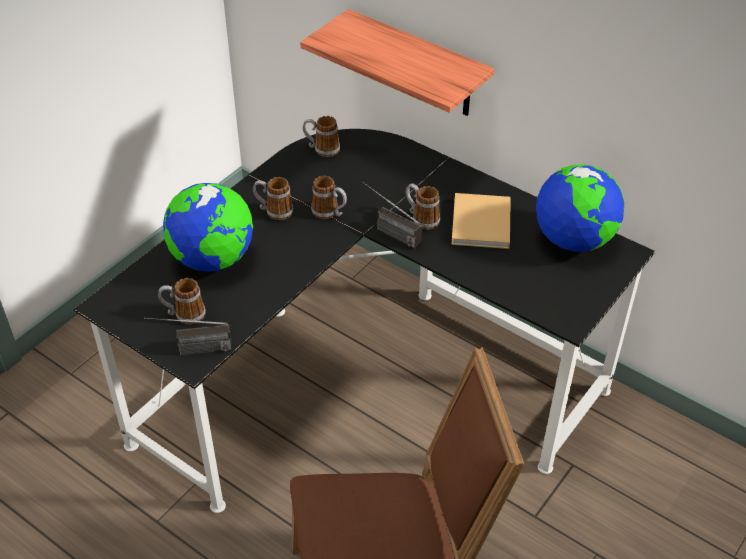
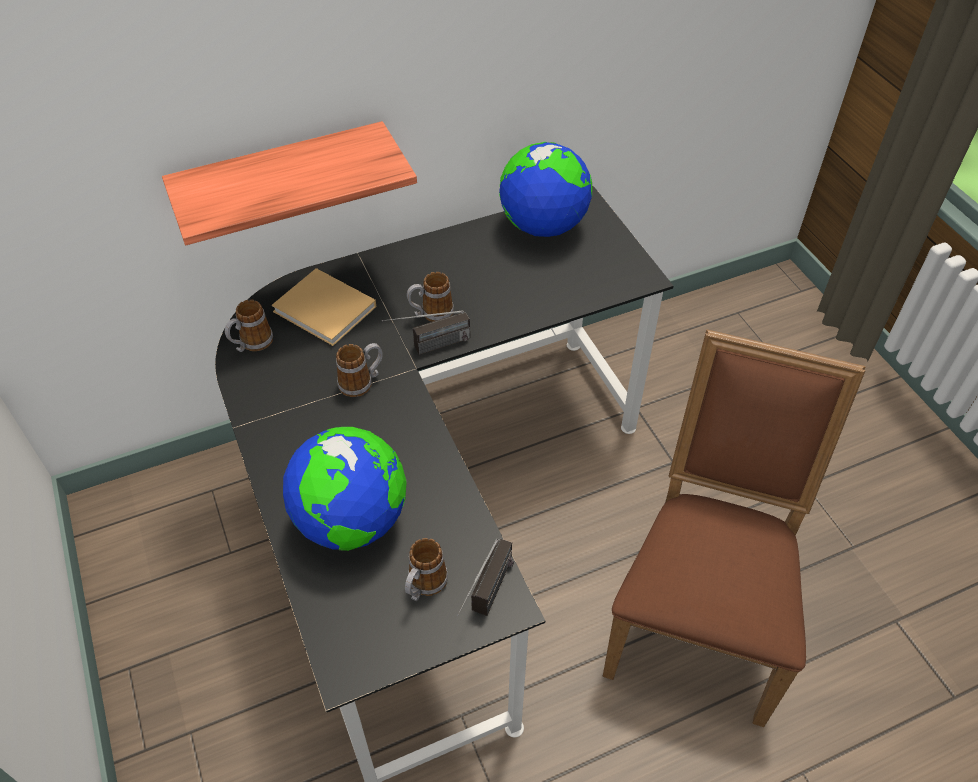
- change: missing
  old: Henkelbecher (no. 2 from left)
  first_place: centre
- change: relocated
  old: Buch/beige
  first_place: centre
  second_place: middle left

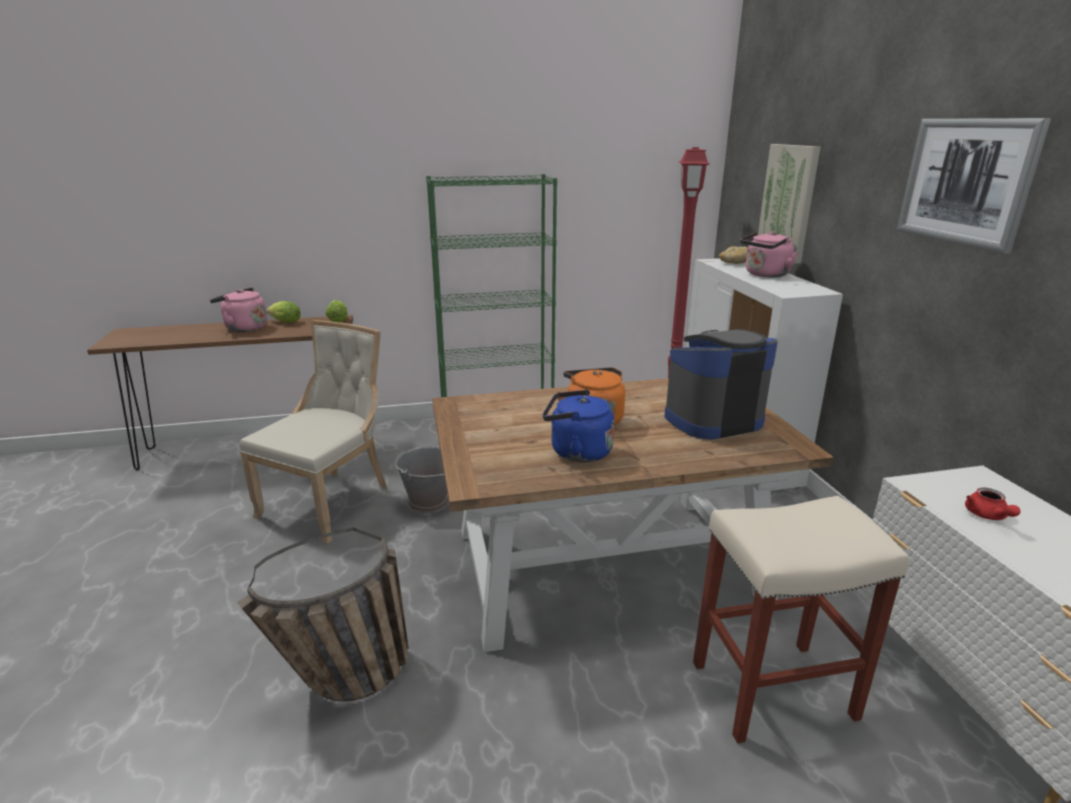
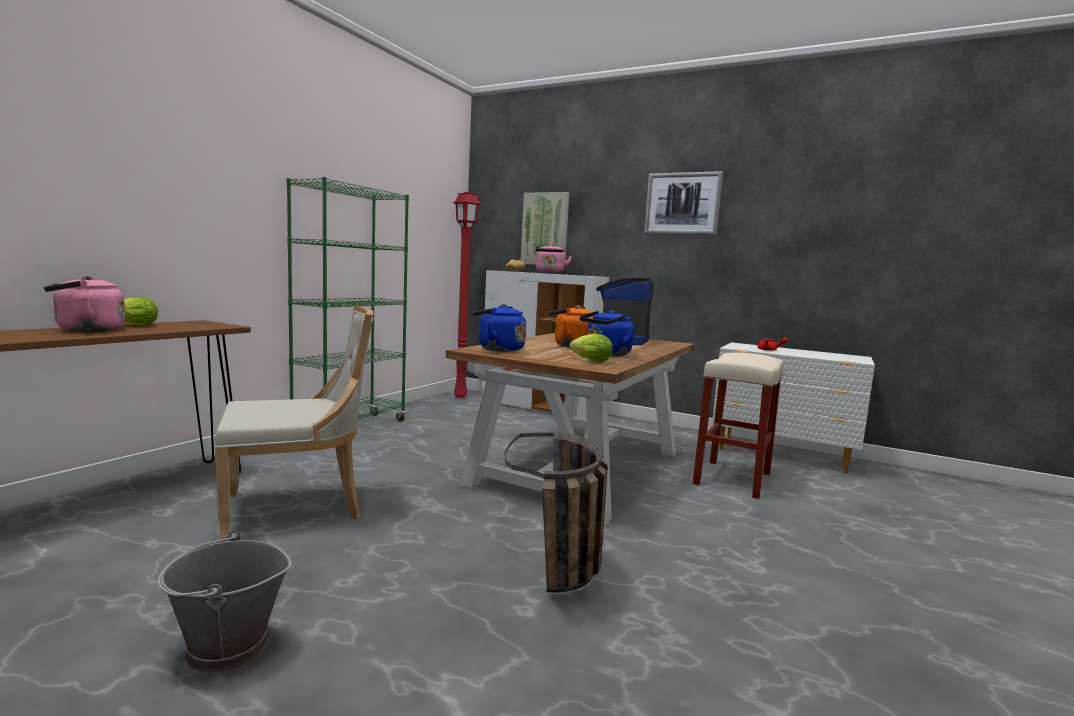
- change: appeared
  new: Wasserkessel/blau (no. 1 from left)
  second_place: centre
- change: relocated
  old: Salatkopf (no. 2 from left)
  first_place: middle left
  second_place: centre
- change: relocated
  old: Eimer/grau
  first_place: centre
  second_place: bottom left
- change: spun
  old: Stuhl/beige
  first_place: middle left
  second_place: middle left
  degrees: 90

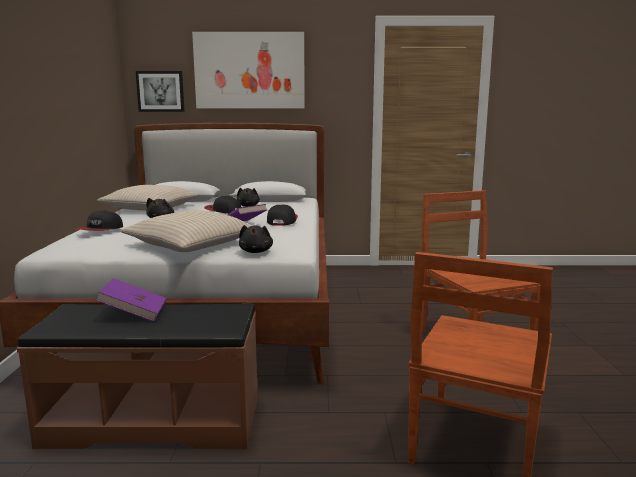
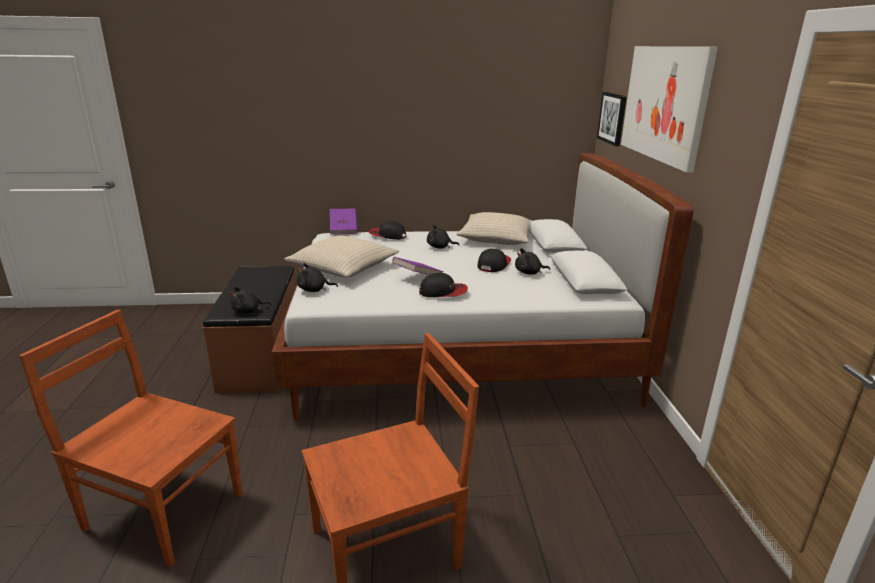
- change: appeared
  new: Plüschtier/schwarz (no. 1 from left)
  second_place: middle left
- change: relocated
  old: Buch/lila (no. 1 from left)
  first_place: middle left
  second_place: centre

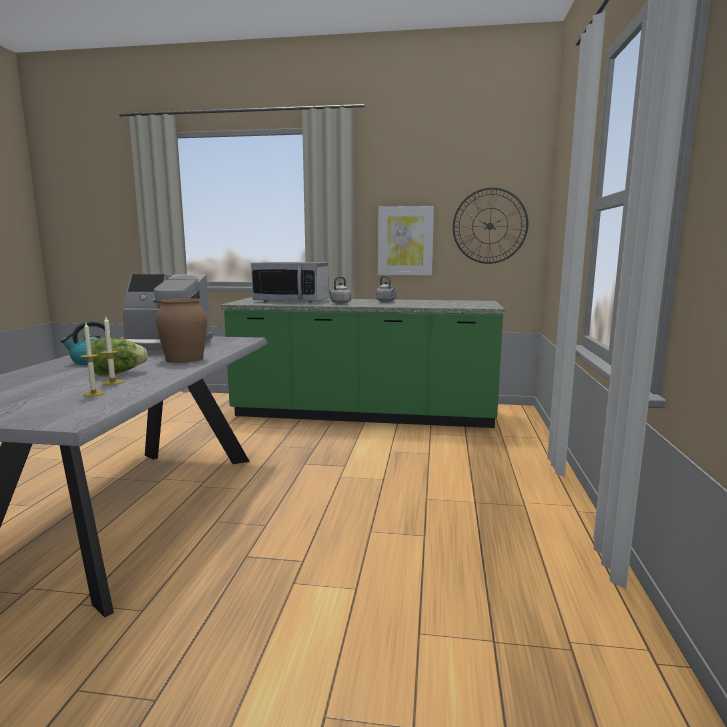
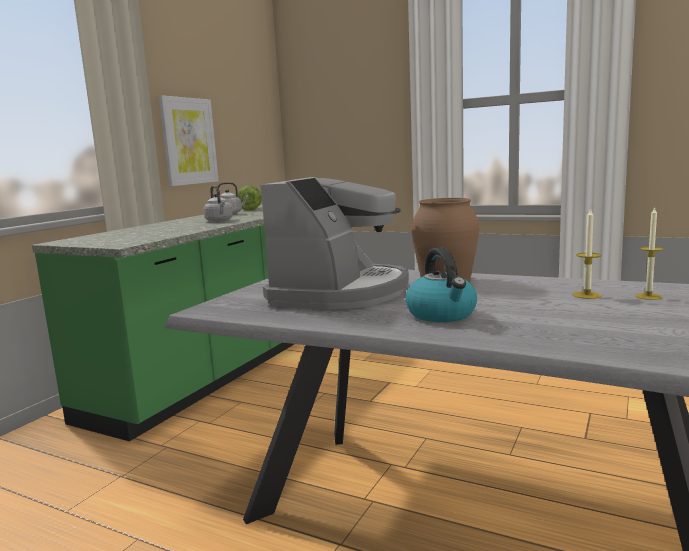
- change: missing
  old: Mikrowelle
  first_place: centre
- change: missing
  old: Wanduhr
  first_place: top right
- change: relocated
  old: Salatkopf
  first_place: middle left
  second_place: centre

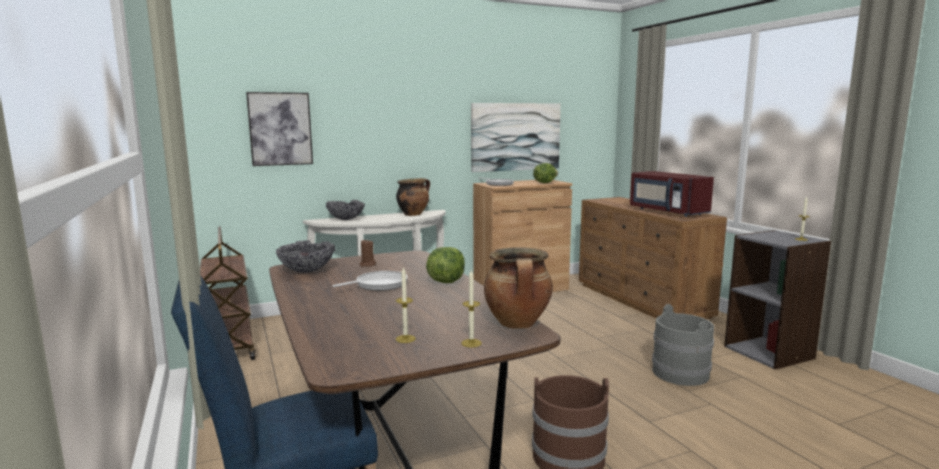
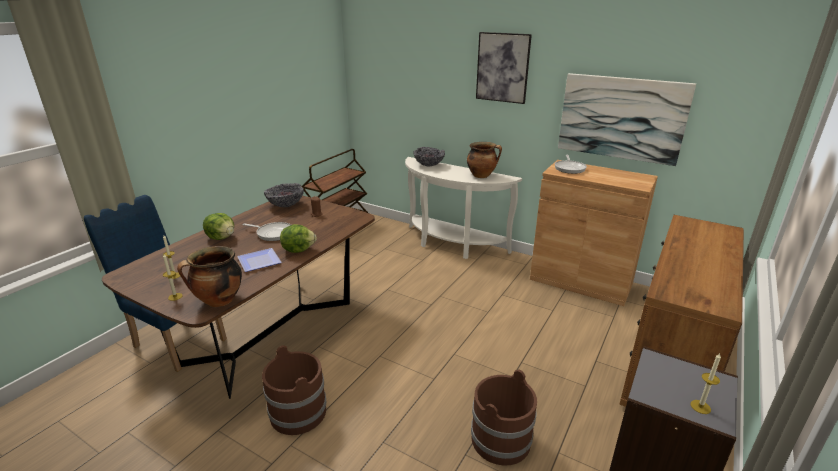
- change: missing
  old: Mikrowelle/rot
  first_place: middle right
- change: appeared
  new: Teller
  second_place: middle left
- change: relocated
  old: Bild (no. 1 from left)
  first_place: top left
  second_place: top centre
- change: relocated
  old: Salatkopf (no. 2 from left in the first image)
  new: Salatkopf (no. 1 from left)
  first_place: centre
  second_place: middle left
- change: colour
  old: Eimer/grau
  new: Eimer/braun (no. 2 from left)
  first_place: bottom right
  second_place: bottom centre

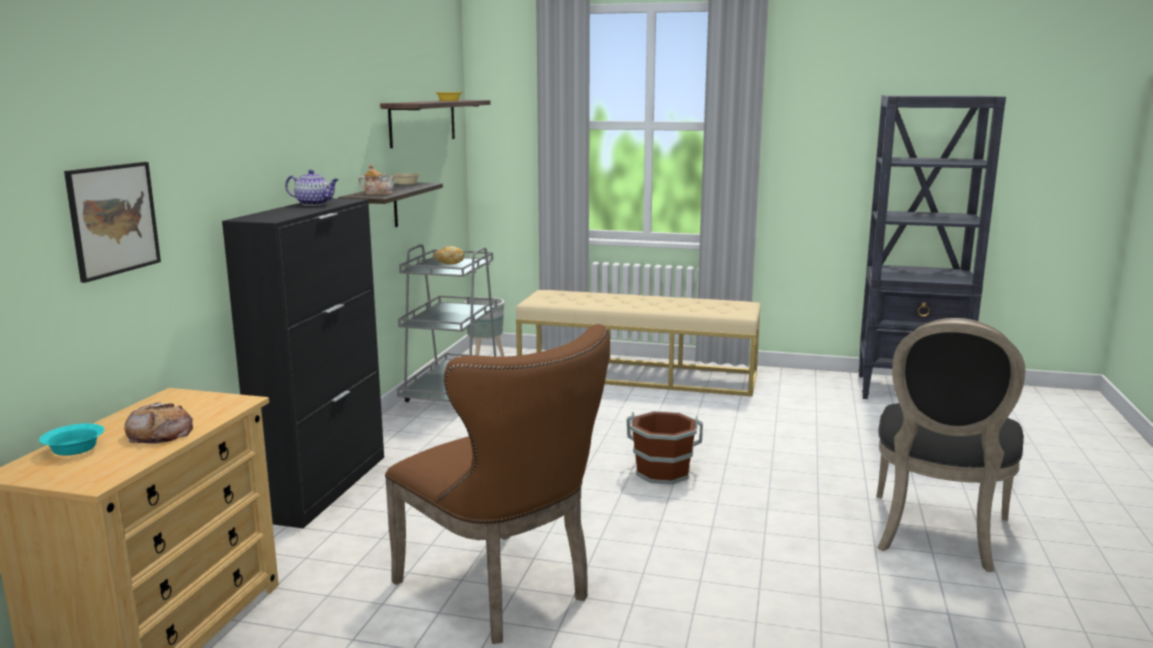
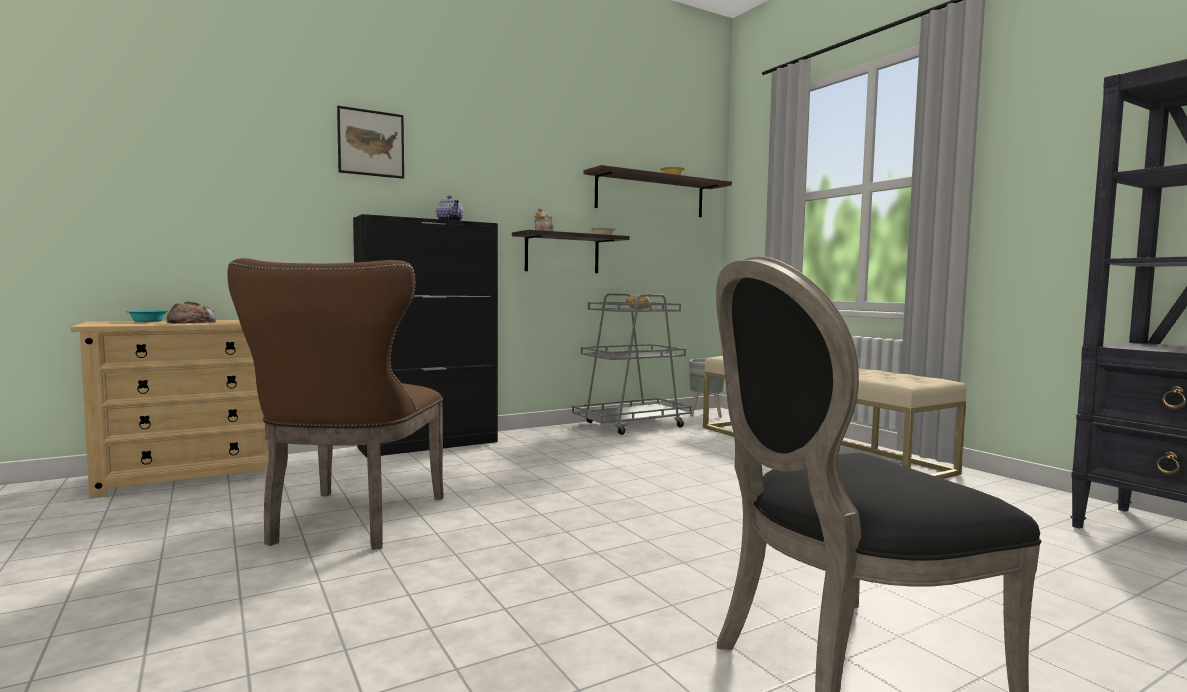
- change: missing
  old: Eimer/braun
  first_place: bottom centre
- change: relocated
  old: Bild
  first_place: middle left
  second_place: top left

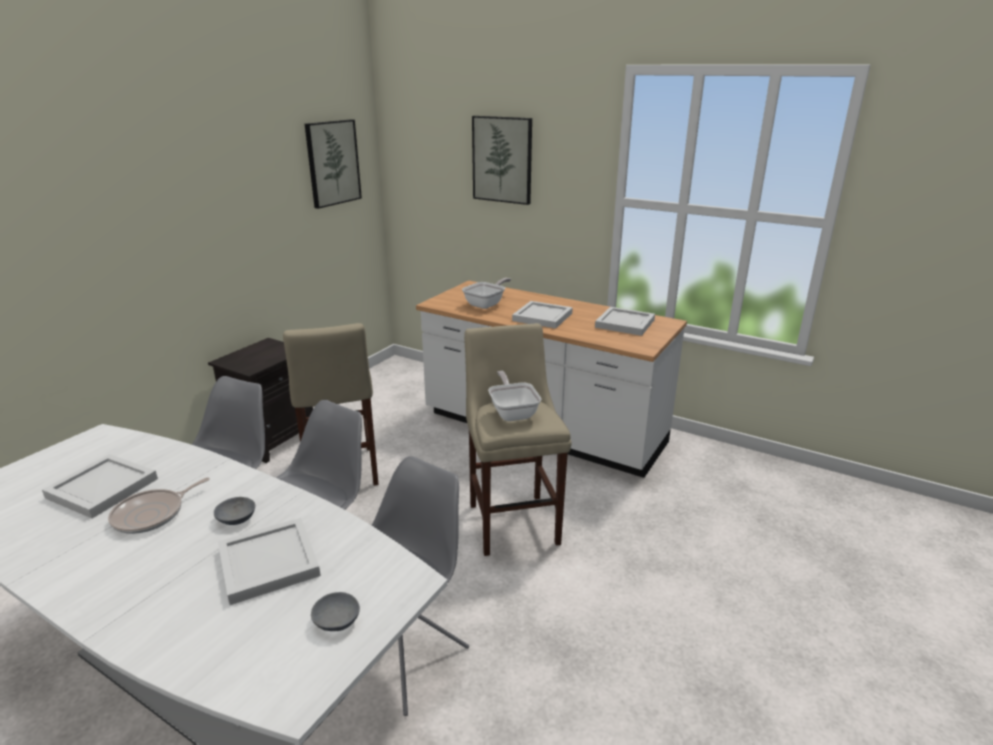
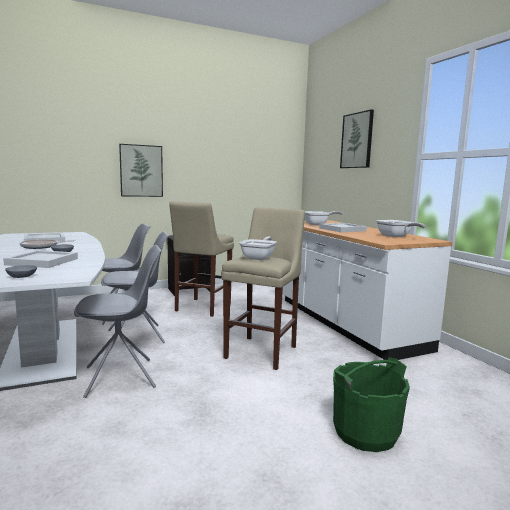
- change: appeared
  new: Eimer/grün
  second_place: bottom right
- change: relocated
  old: Bild (no. 1 from left)
  first_place: top centre
  second_place: middle left
- change: exchanged
  old: Tablett/weiß (no. 4 from left)
  new: Pfanne (no. 4 from left)
  first_place: centre
  second_place: middle right

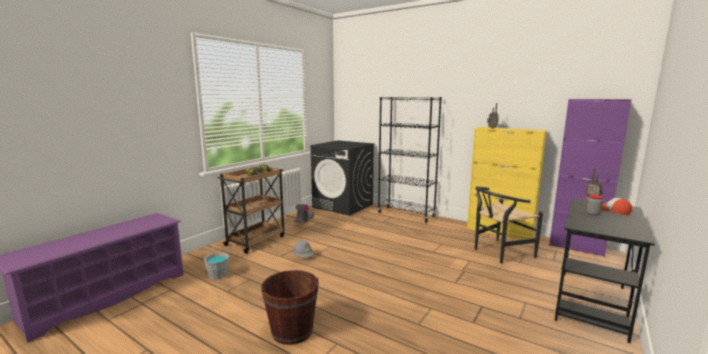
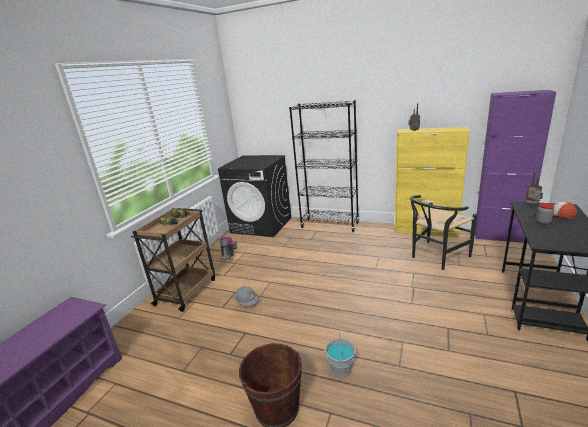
- change: relocated
  old: Eimer/grau
  first_place: bottom left
  second_place: bottom centre

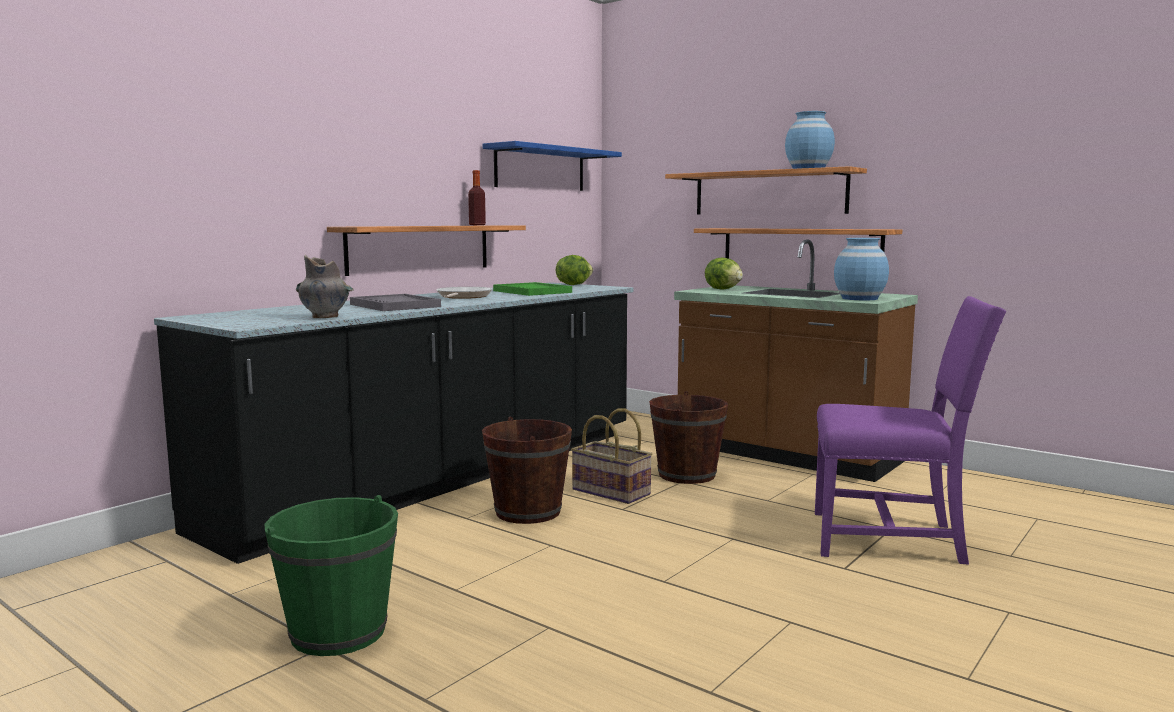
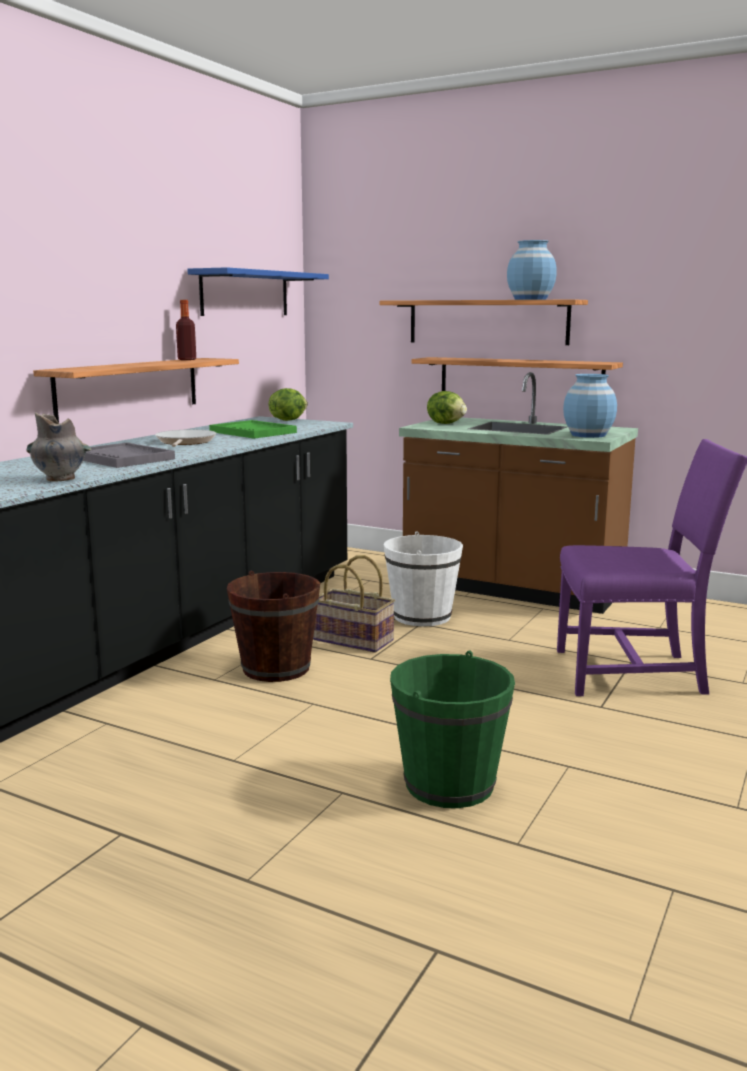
- change: relocated
  old: Eimer/grün
  first_place: bottom left
  second_place: bottom centre
- change: colour
  old: Eimer/braun (no. 2 from left)
  new: Eimer/weiß
  first_place: centre
  second_place: centre

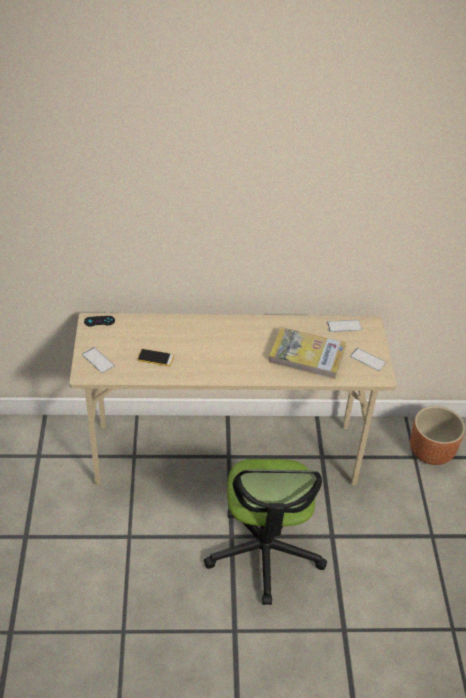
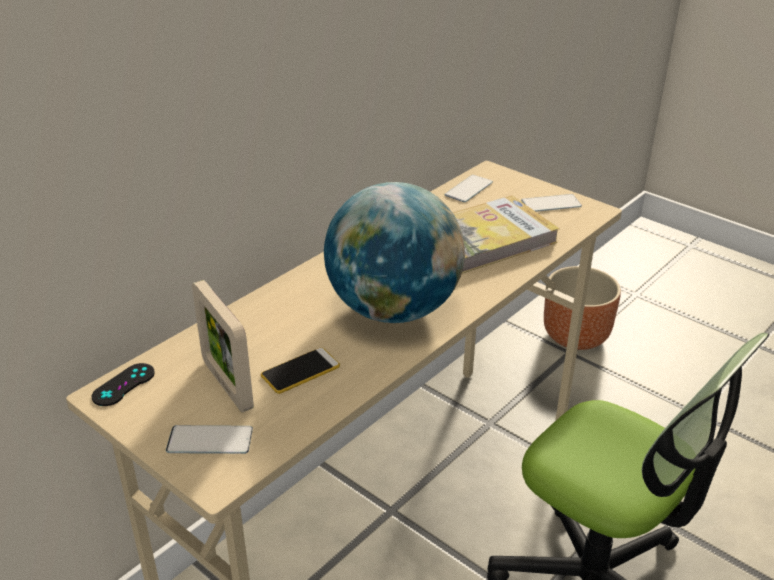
- change: appeared
  new: Bilderrahmen
  second_place: middle left
- change: appeared
  new: Globus
  second_place: centre

